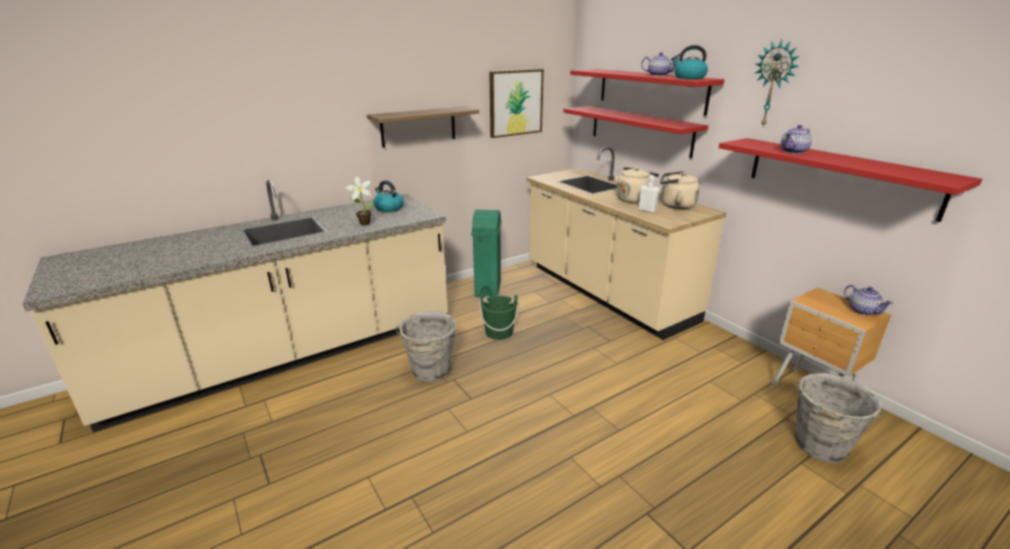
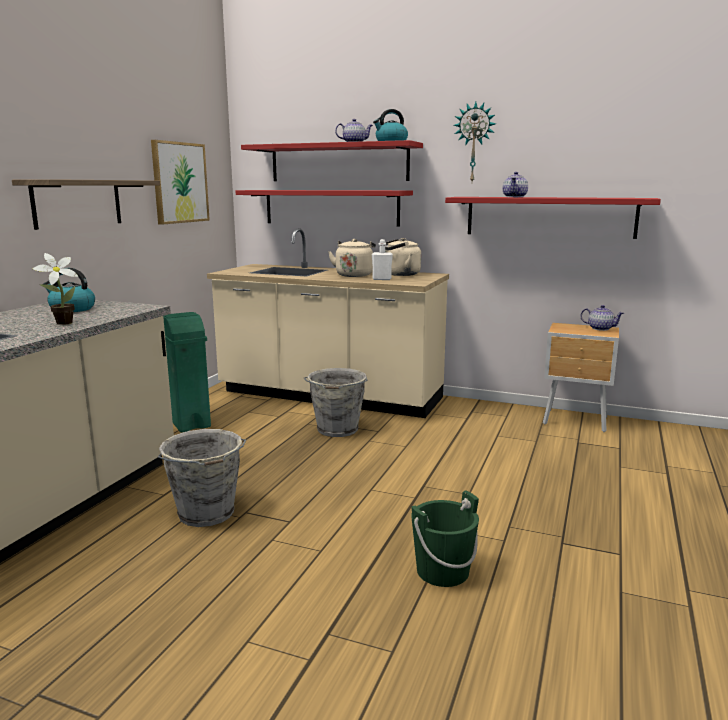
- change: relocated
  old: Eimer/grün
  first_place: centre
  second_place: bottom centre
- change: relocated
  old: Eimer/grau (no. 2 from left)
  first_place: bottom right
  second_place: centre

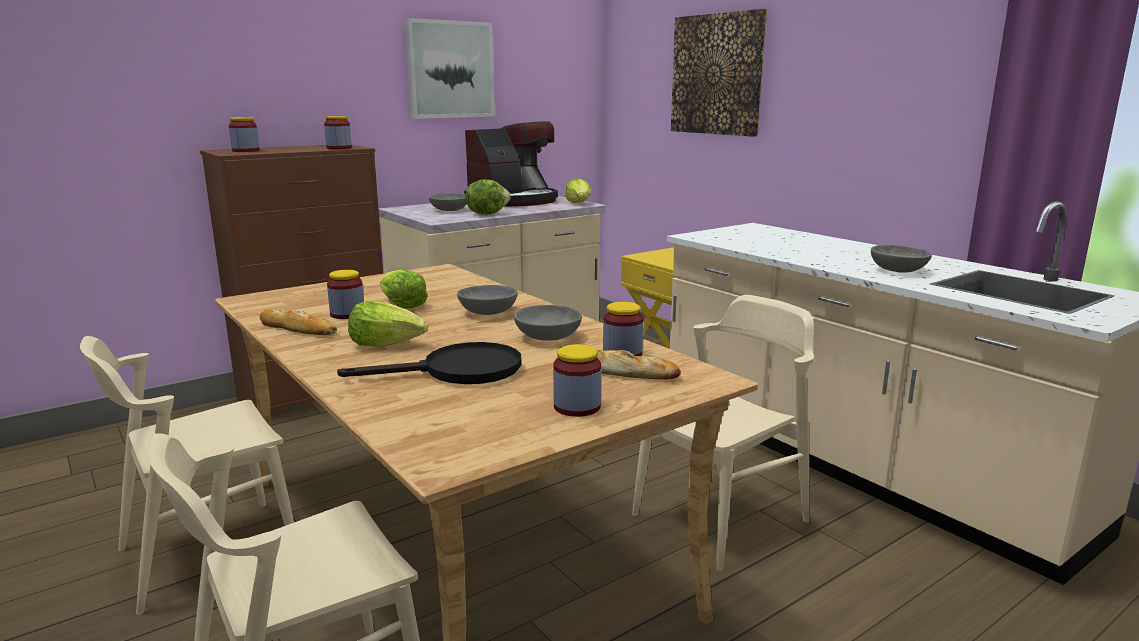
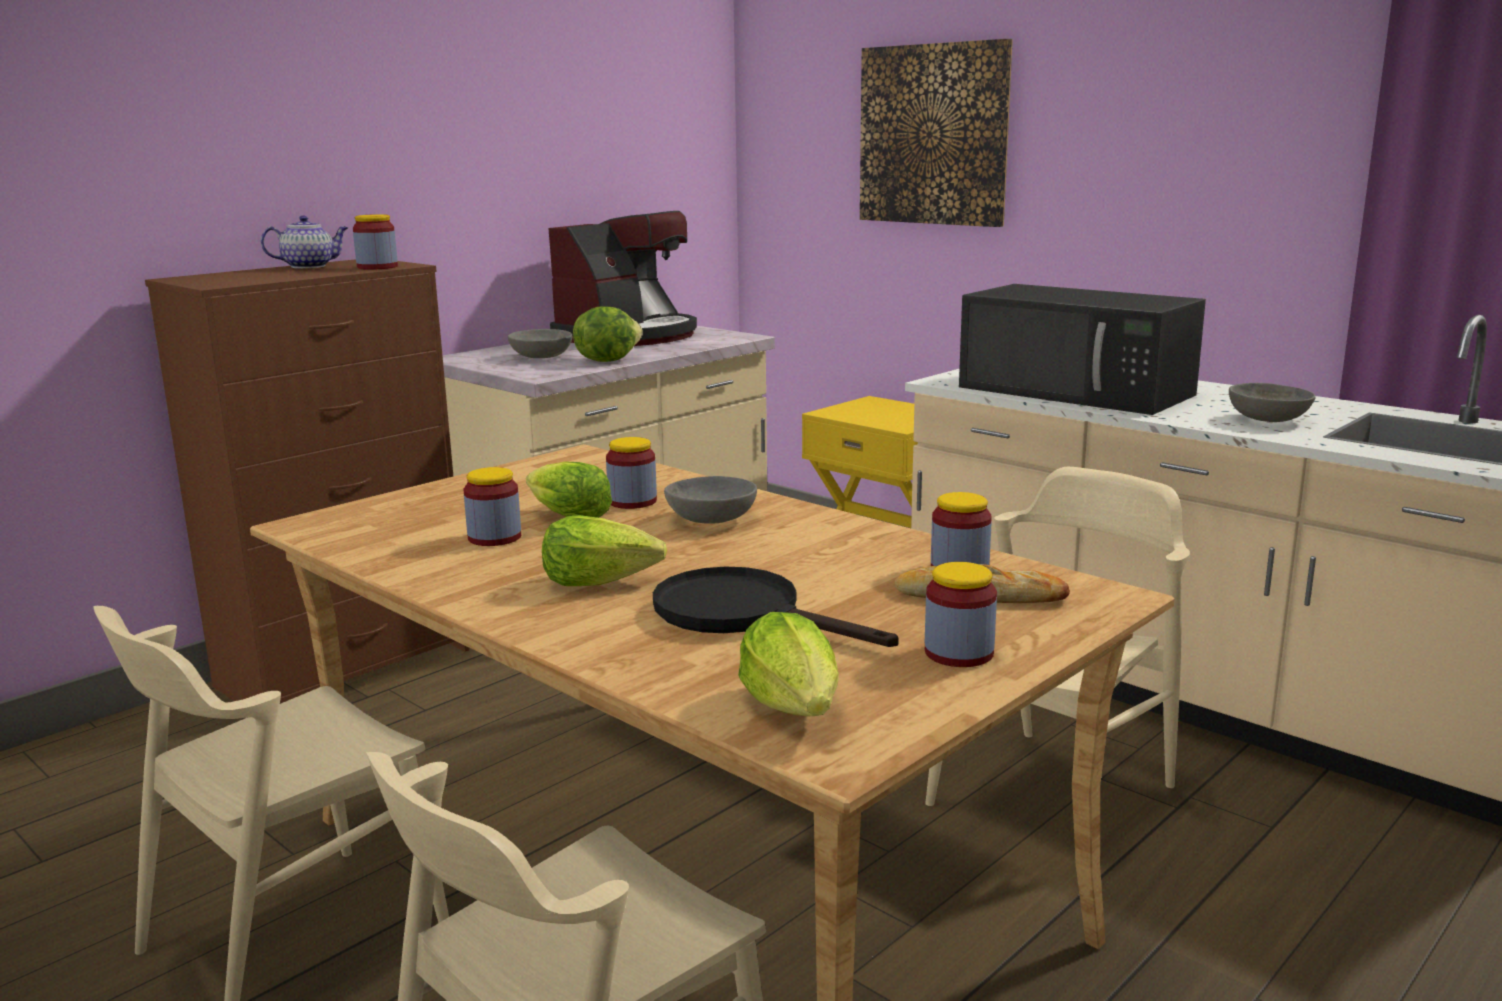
- change: missing
  old: Brot (no. 1 from left)
  first_place: middle left
- change: missing
  old: Bild (no. 1 from left)
  first_place: top centre
- change: missing
  old: Schüssel/grau (no. 3 from left)
  first_place: centre
- change: appeared
  new: Teekanne
  second_place: top left
- change: appeared
  new: Mikrowelle/schwarz
  second_place: middle right
- change: relocated
  old: Vorratsglas (no. 1 from left in the first image)
  new: Vorratsglas (no. 3 from left)
  first_place: top left
  second_place: centre
- change: relocated
  old: Salatkopf (no. 4 from left)
  first_place: top centre
  second_place: centre
- change: spun
  old: Pfanne/schwarz
  first_place: centre
  second_place: centre
  degrees: -120

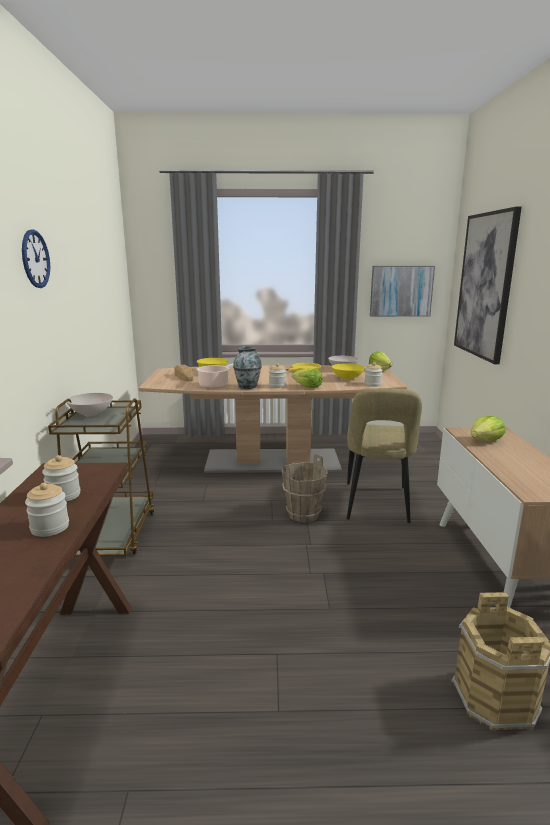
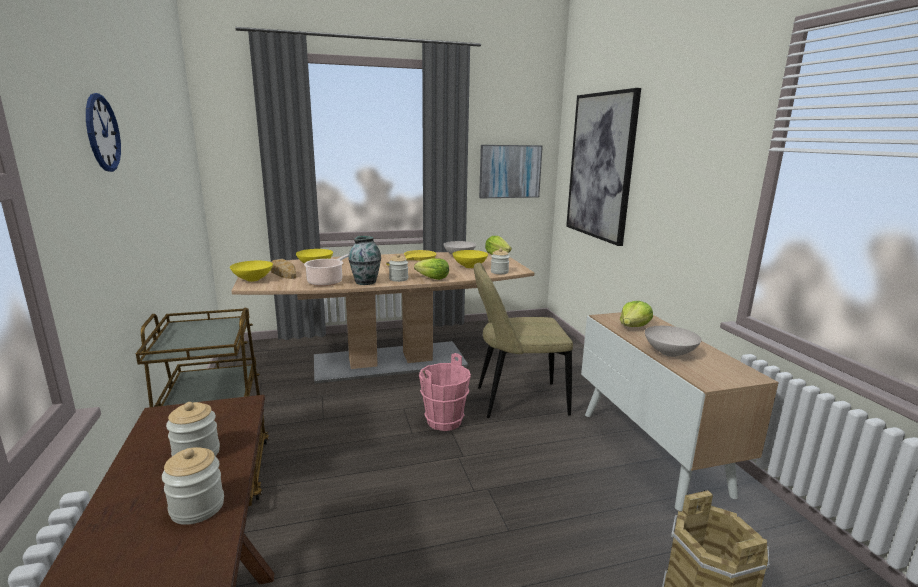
- change: appeared
  new: Schüssel/gelb (no. 1 from left)
  second_place: middle left
- change: relocated
  old: Schüssel/weiß (no. 1 from left in the first image)
  new: Schüssel/weiß (no. 2 from left)
  first_place: middle left
  second_place: middle right
- change: colour
  old: Eimer/braun (no. 1 from left)
  new: Eimer/rosa
  first_place: centre
  second_place: bottom centre
- change: spun
  old: Stuhl/beige
  first_place: middle right
  second_place: centre
  degrees: 90

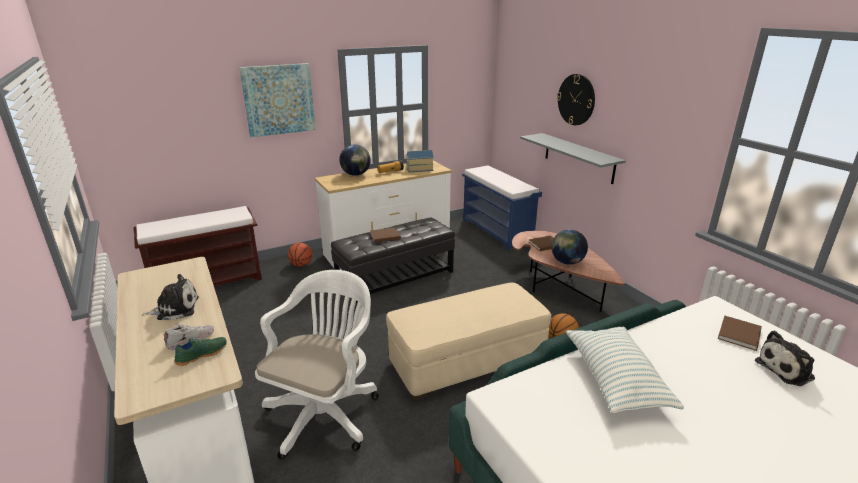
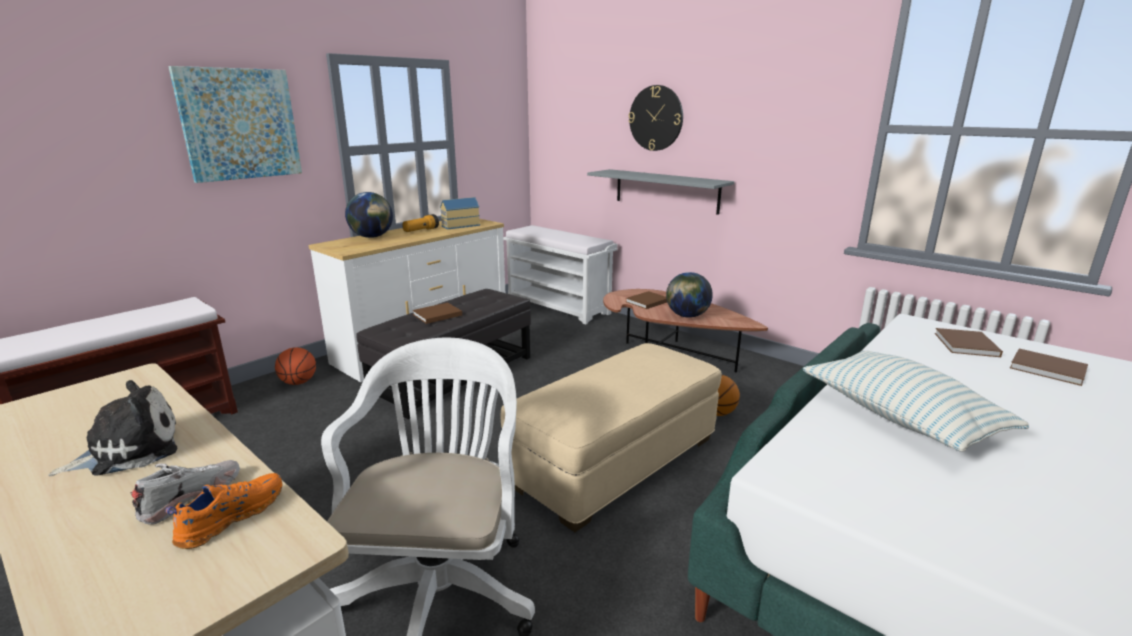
- change: exchanged
  old: Plüschtier (no. 2 from left)
  new: Buch/braun (no. 4 from left)
  first_place: bottom right
  second_place: middle right
- change: colour
  old: Schuh/grün
  new: Schuh/orange
  first_place: bottom left
  second_place: bottom left
- change: colour
  old: Bank/blau
  new: Bank/weiß
  first_place: centre
  second_place: centre

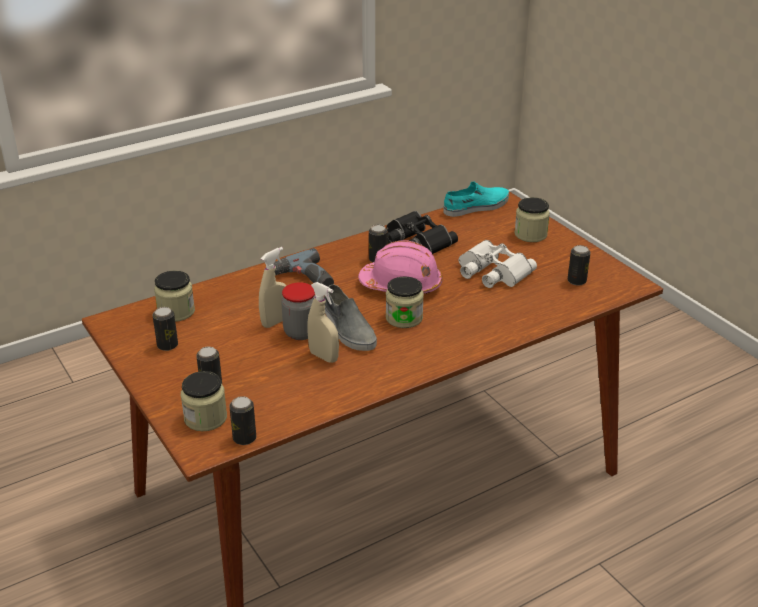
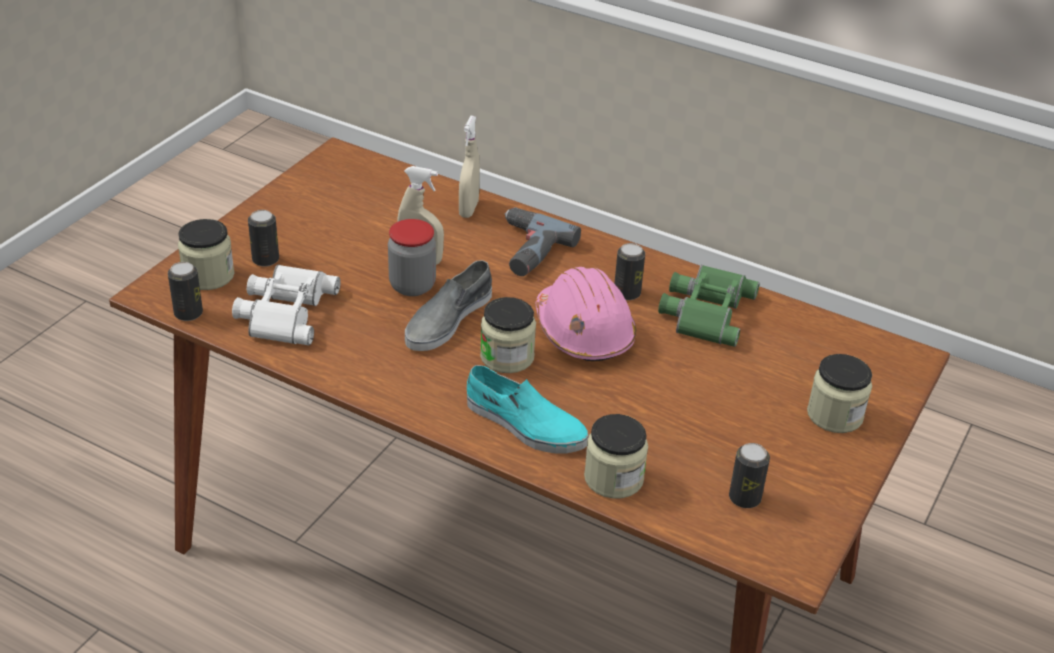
- change: missing
  old: Dose (no. 1 from left)
  first_place: middle left
- change: relocated
  old: Vorratsglas (no. 1 from left in the first image)
  new: Vorratsglas (no. 4 from left)
  first_place: middle left
  second_place: bottom centre
- change: relocated
  old: Sprühflasche/beige (no. 2 from left)
  first_place: centre
  second_place: top centre
- change: relocated
  old: Schuh/türkis
  first_place: top centre
  second_place: centre
- change: relocated
  old: Fernglas/weiß
  first_place: centre
  second_place: middle left
- change: colour
  old: Fernglas/schwarz
  new: Fernglas/grün
  first_place: centre
  second_place: middle right

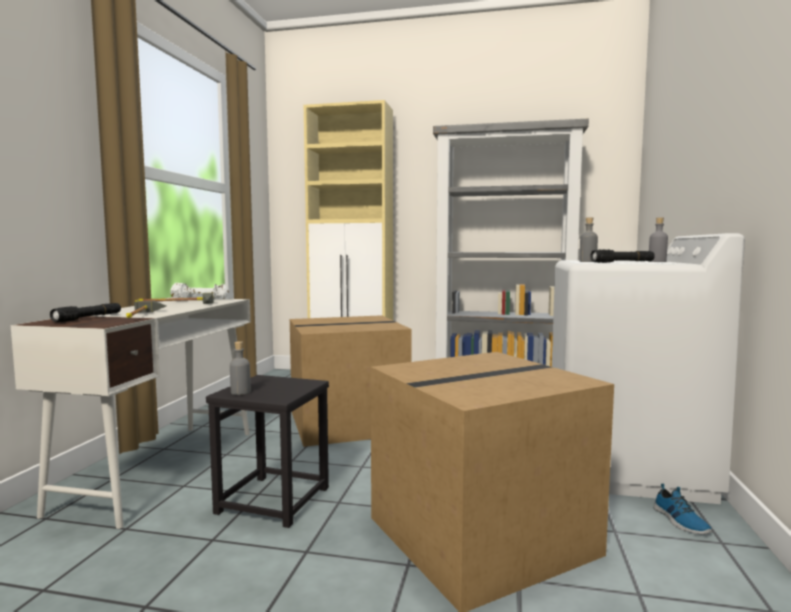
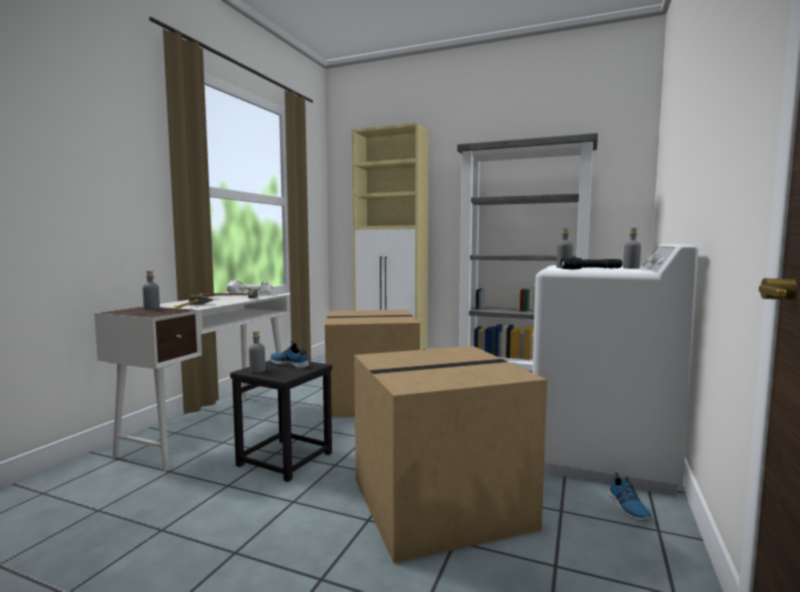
- change: appeared
  new: Schuh (no. 1 from left)
  second_place: centre
- change: exchanged
  old: Taschenlampe/schwarz (no. 1 from left)
  new: Flasche/grau (no. 1 from left)
  first_place: middle left
  second_place: middle left

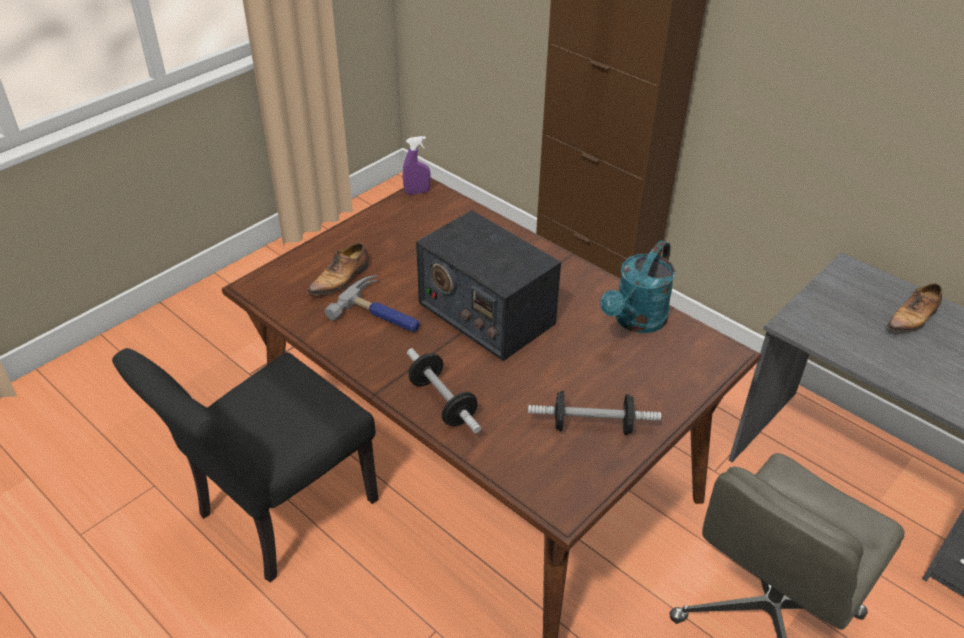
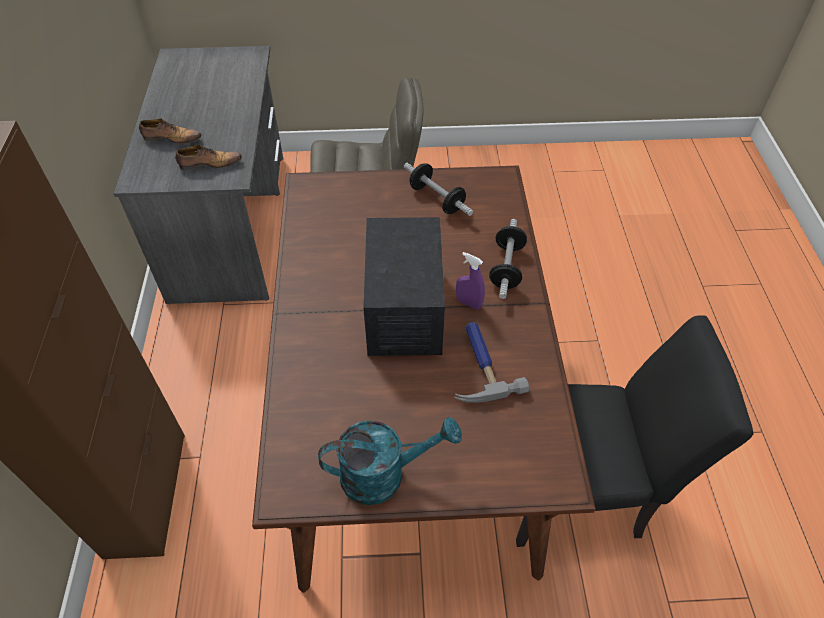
- change: relocated
  old: Schuh (no. 1 from left in the first image)
  new: Schuh (no. 2 from left)
  first_place: centre
  second_place: top left
- change: relocated
  old: Sprühflasche/lila
  first_place: top centre
  second_place: centre
- change: relocated
  old: Gießkanne/türkis
  first_place: centre
  second_place: bottom centre

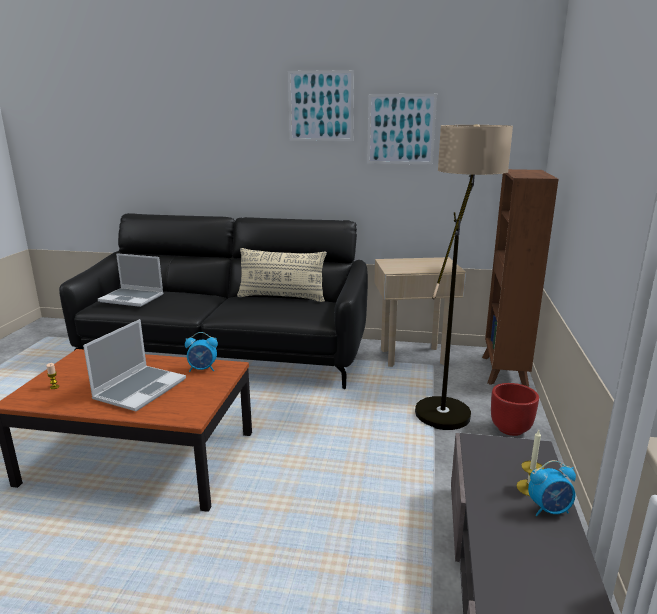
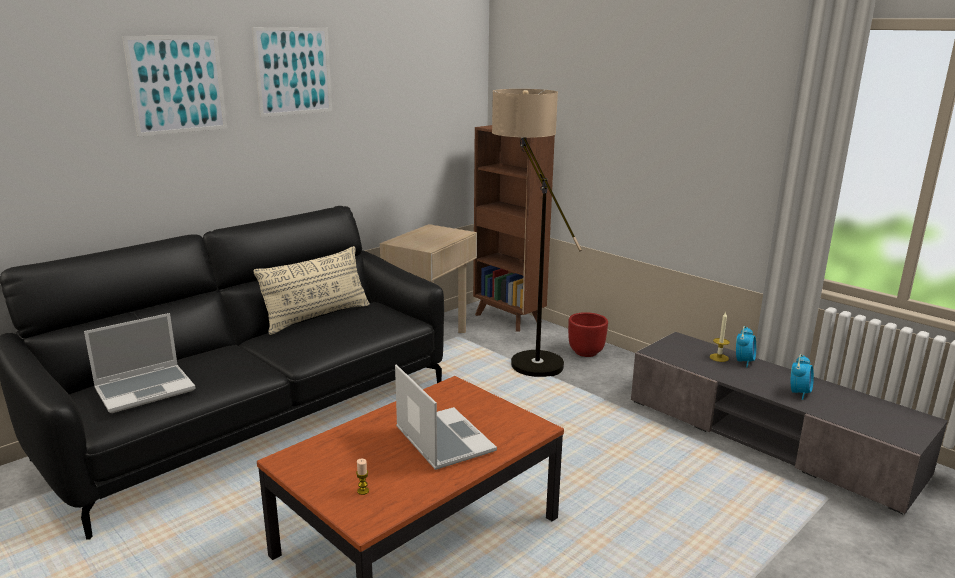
- change: relocated
  old: Wecker (no. 1 from left in the first image)
  new: Wecker (no. 2 from left)
  first_place: middle left
  second_place: middle right
- change: relocated
  old: Bild (no. 2 from left in the first image)
  new: Bild (no. 1 from left)
  first_place: top centre
  second_place: top left

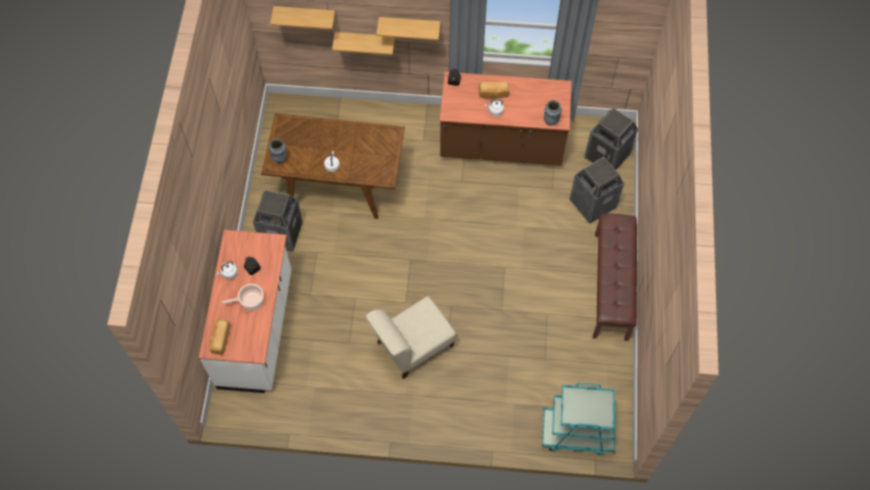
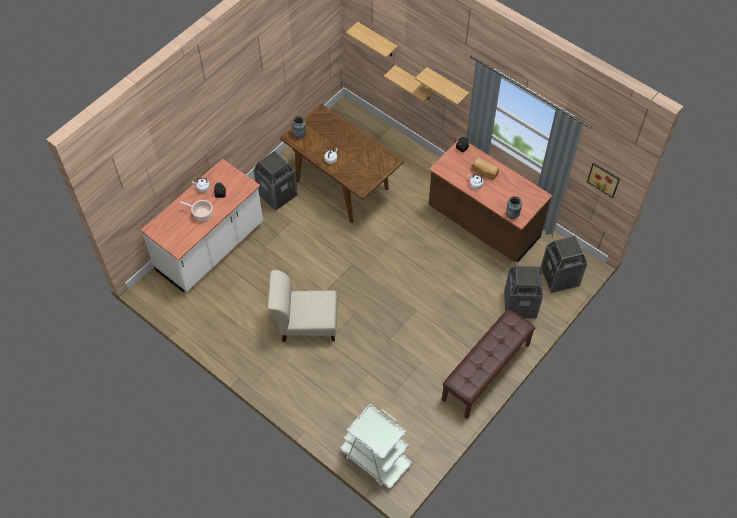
- change: missing
  old: Brot (no. 1 from left)
  first_place: bottom left
- change: appeared
  new: Bild
  second_place: middle right
- change: colour
  old: Rollwagen/türkis
  new: Rollwagen/weiß
  first_place: bottom centre
  second_place: bottom centre

